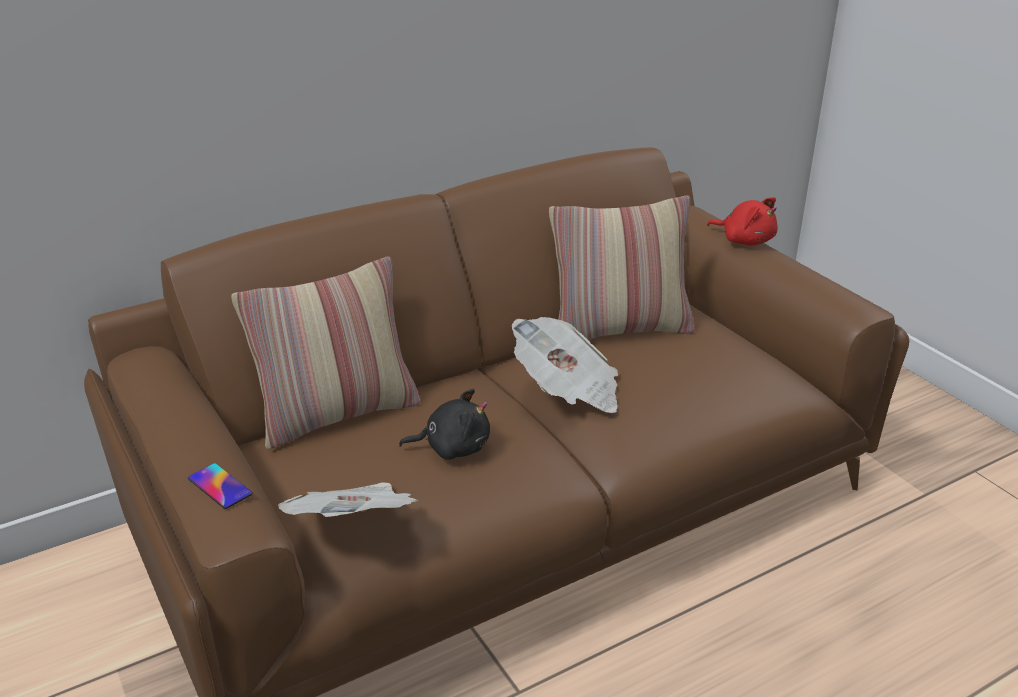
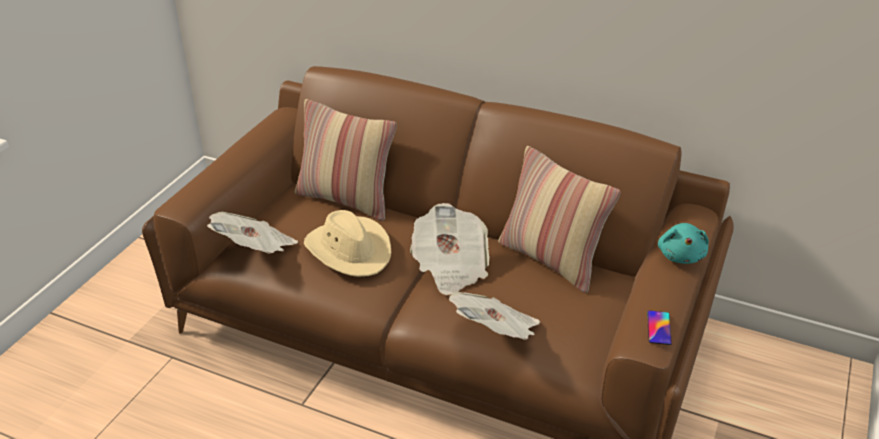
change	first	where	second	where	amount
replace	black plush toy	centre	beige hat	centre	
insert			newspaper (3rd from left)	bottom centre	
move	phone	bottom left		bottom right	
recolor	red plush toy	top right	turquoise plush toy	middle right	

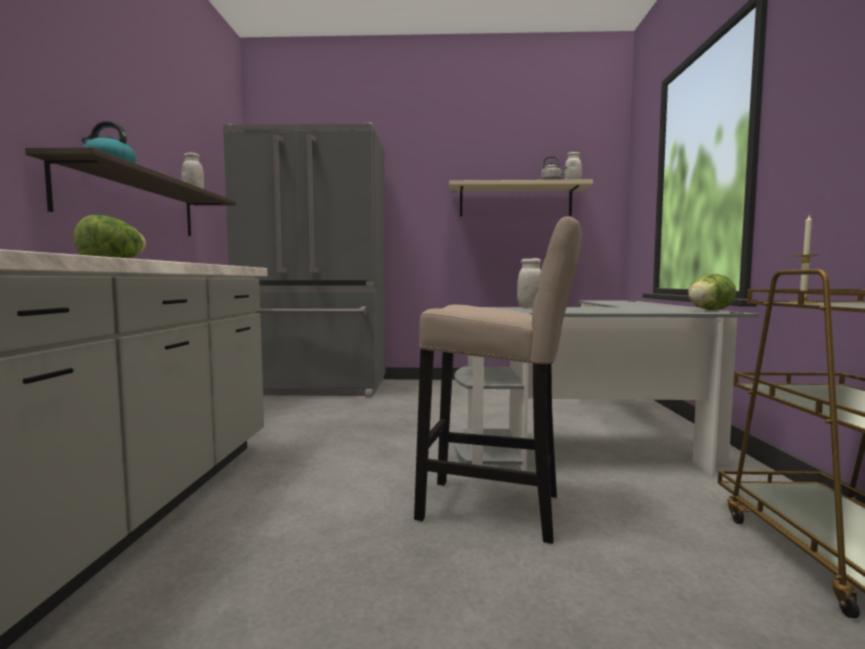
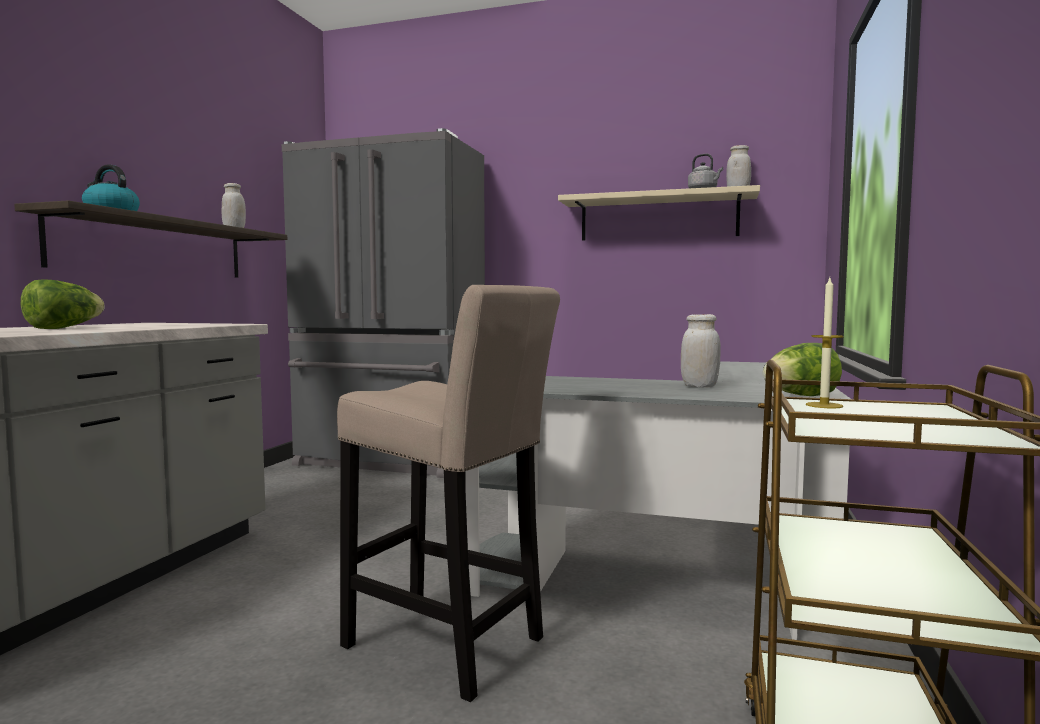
change	first	where	second	where	amount
move	white jar (2nd from left)	centre		middle right	

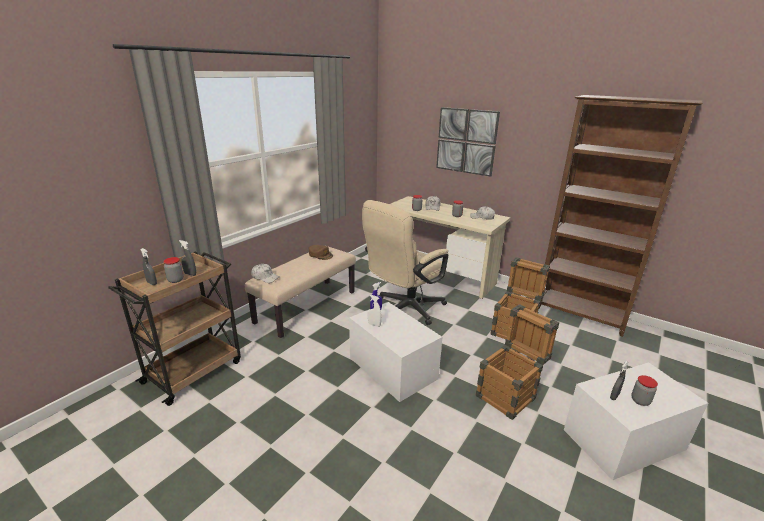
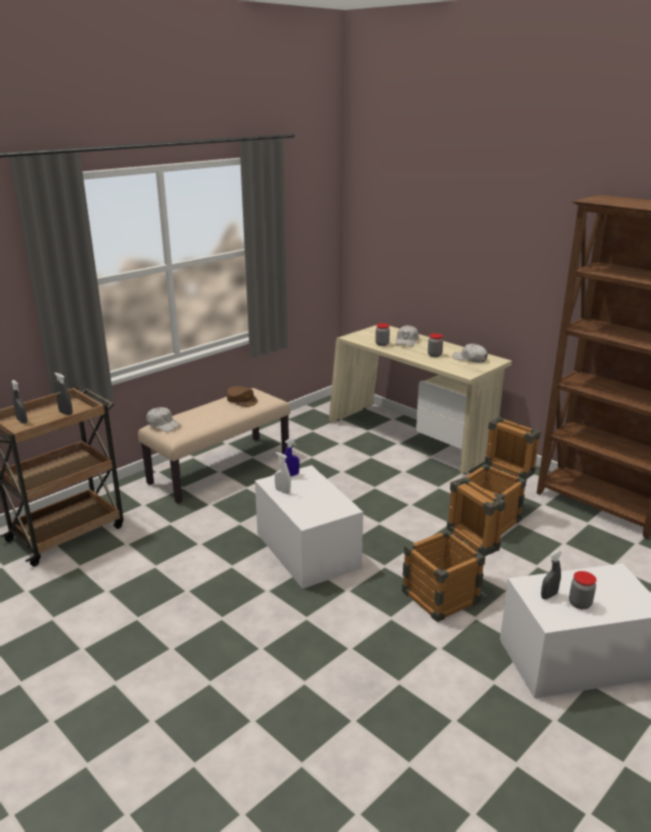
change	first	where	second	where	amount
delete	jar (1st from left)	middle left			
delete	beige office chair	centre			
delete	picture	top centre			

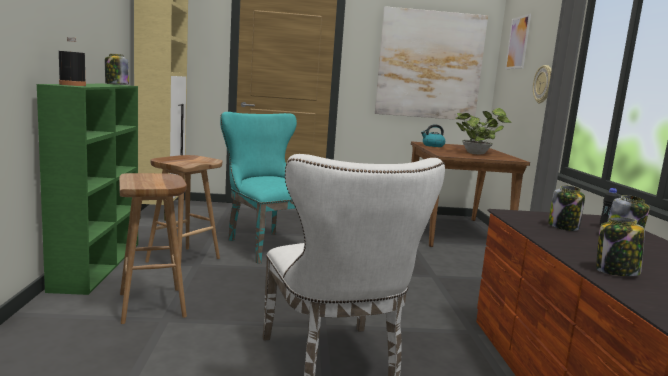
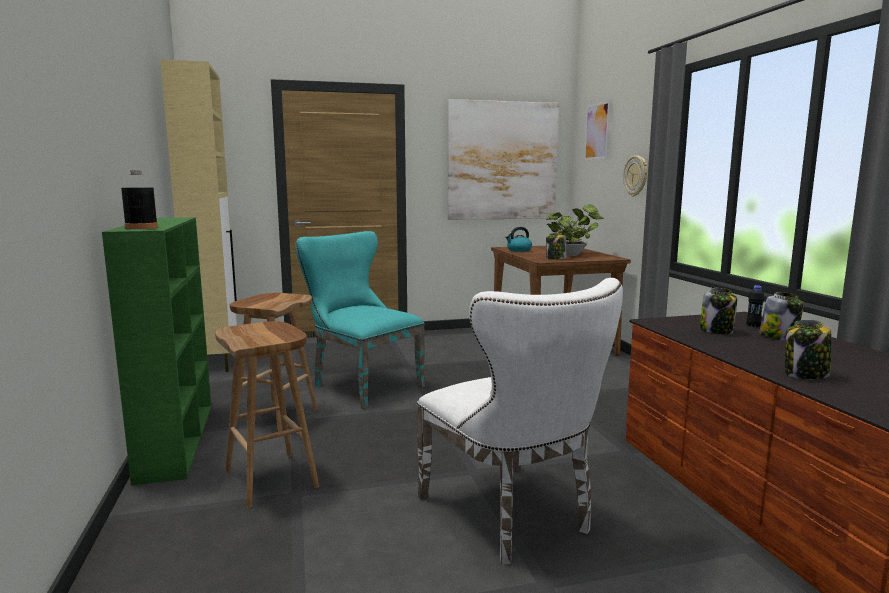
change	first	where	second	where	amount
move	jar (1st from left)	top left		centre	

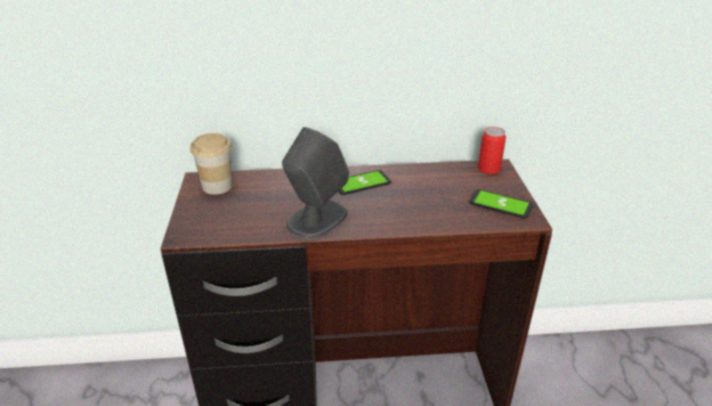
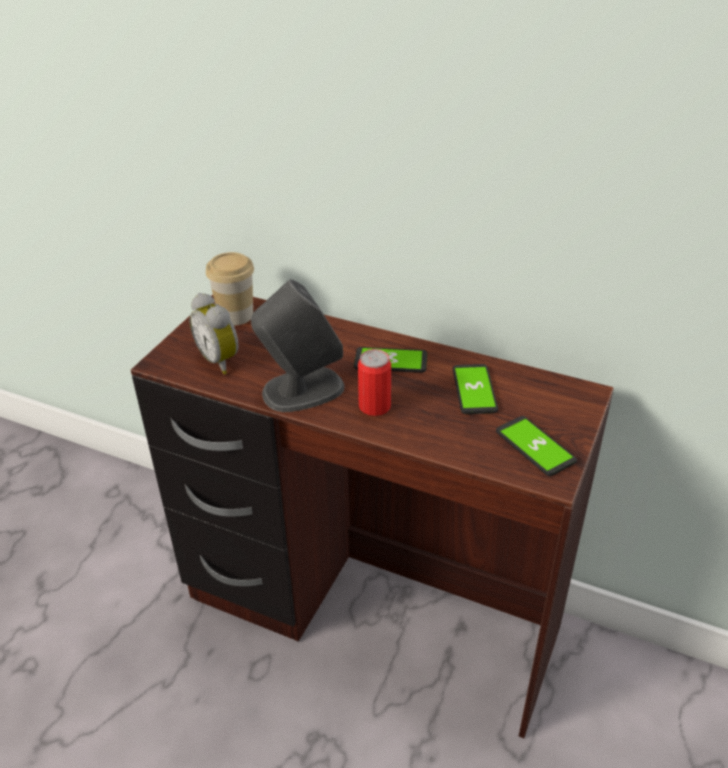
change	first	where	second	where	amount
insert			alarm clock	middle left	
move	can	middle right		centre	
insert			phone (2nd from left)	centre	

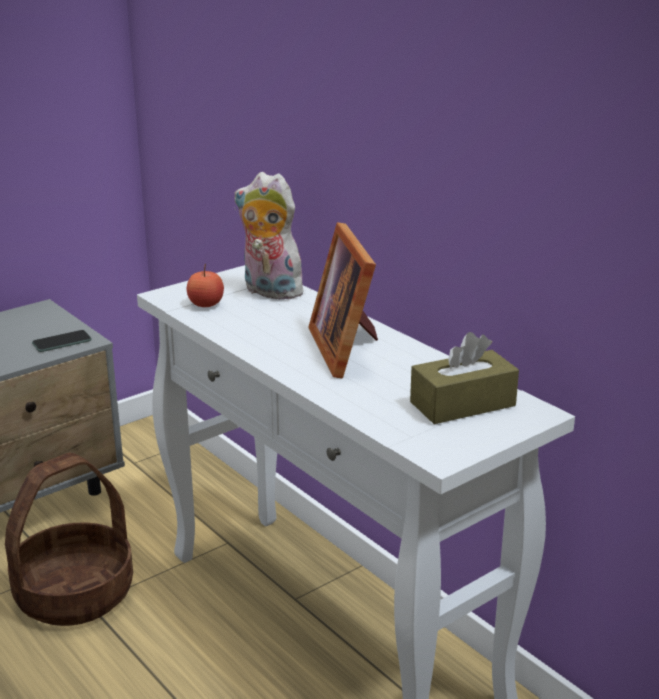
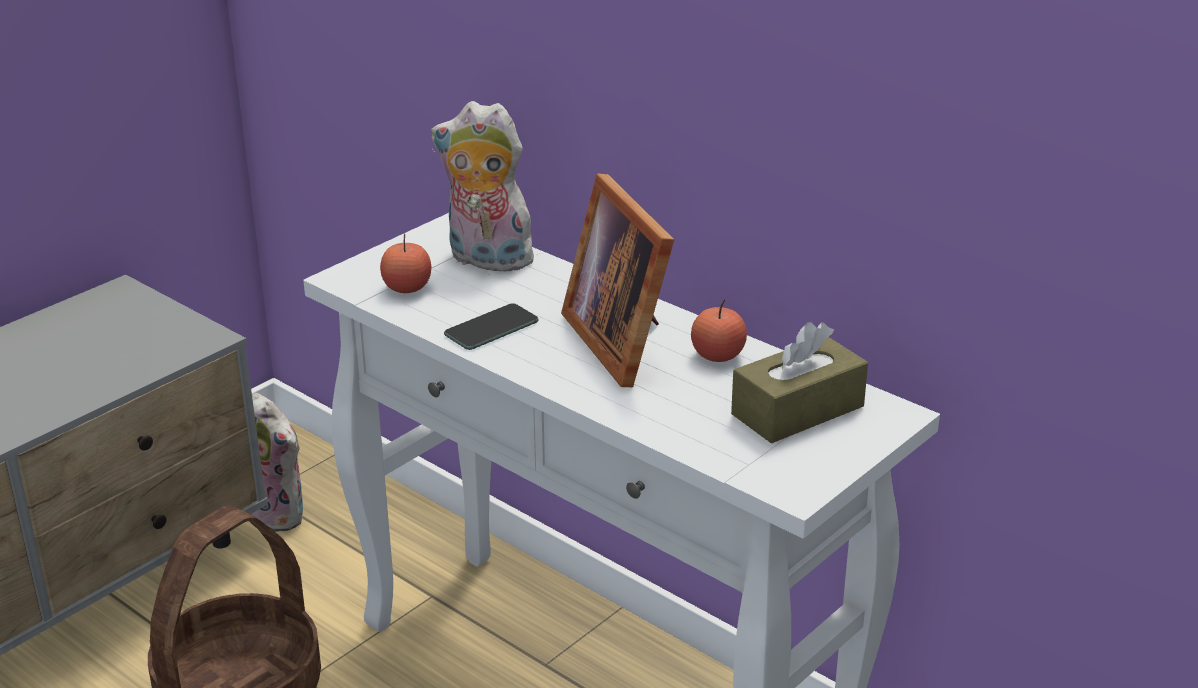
change	first	where	second	where	amount
insert			plush toy (1st from left)	bottom left	
move	phone	middle left		centre	
insert			apple (2nd from left)	centre	

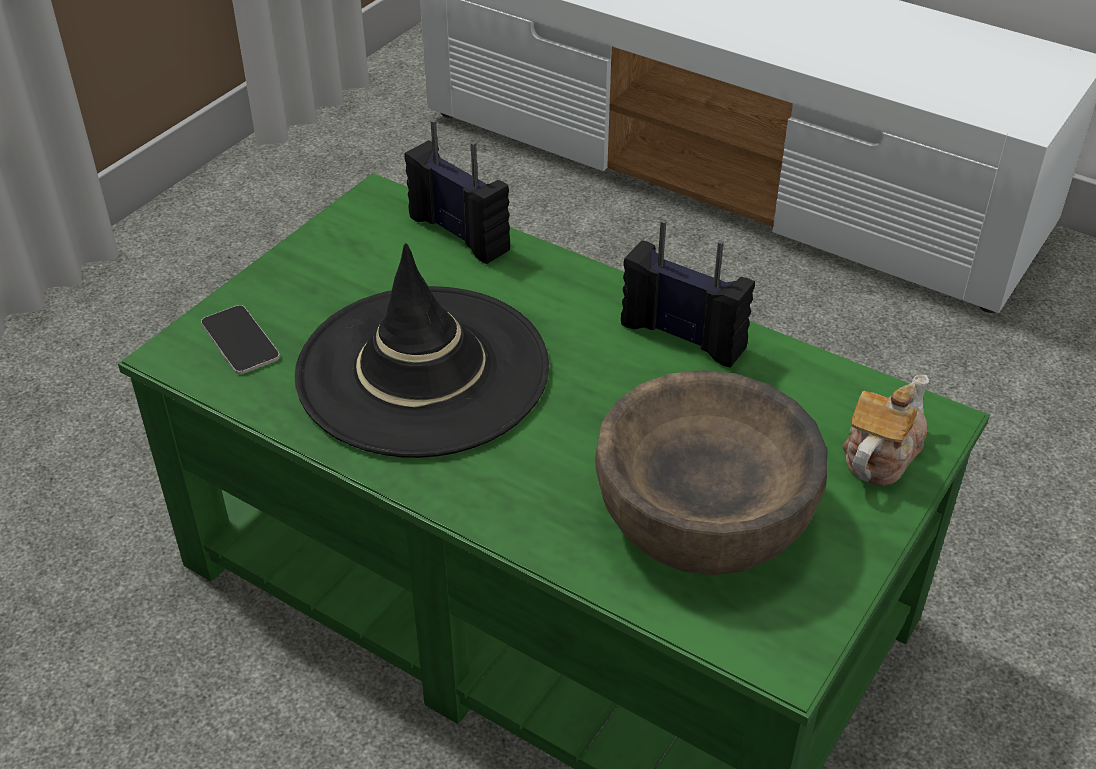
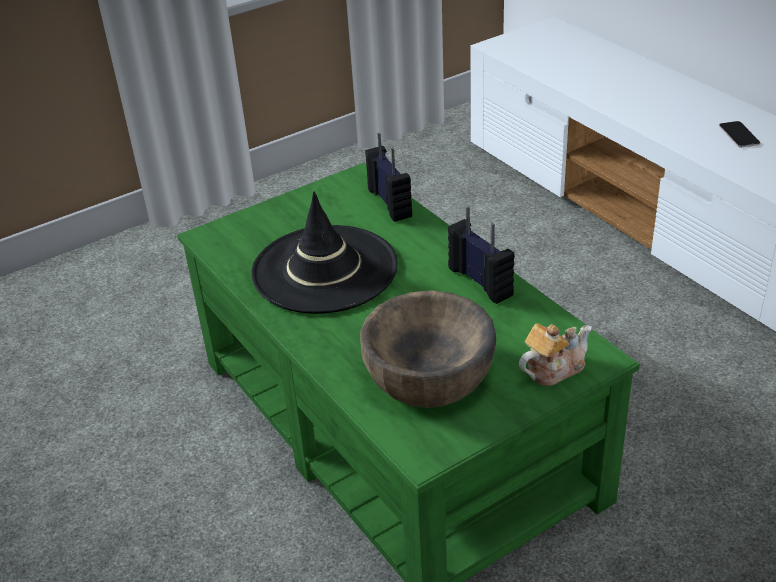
change	first	where	second	where	amount
move	phone	middle left		top right	

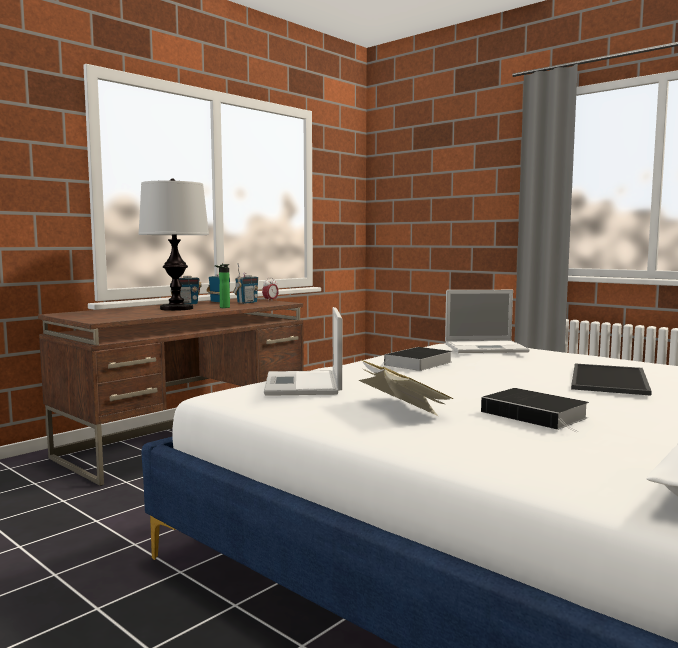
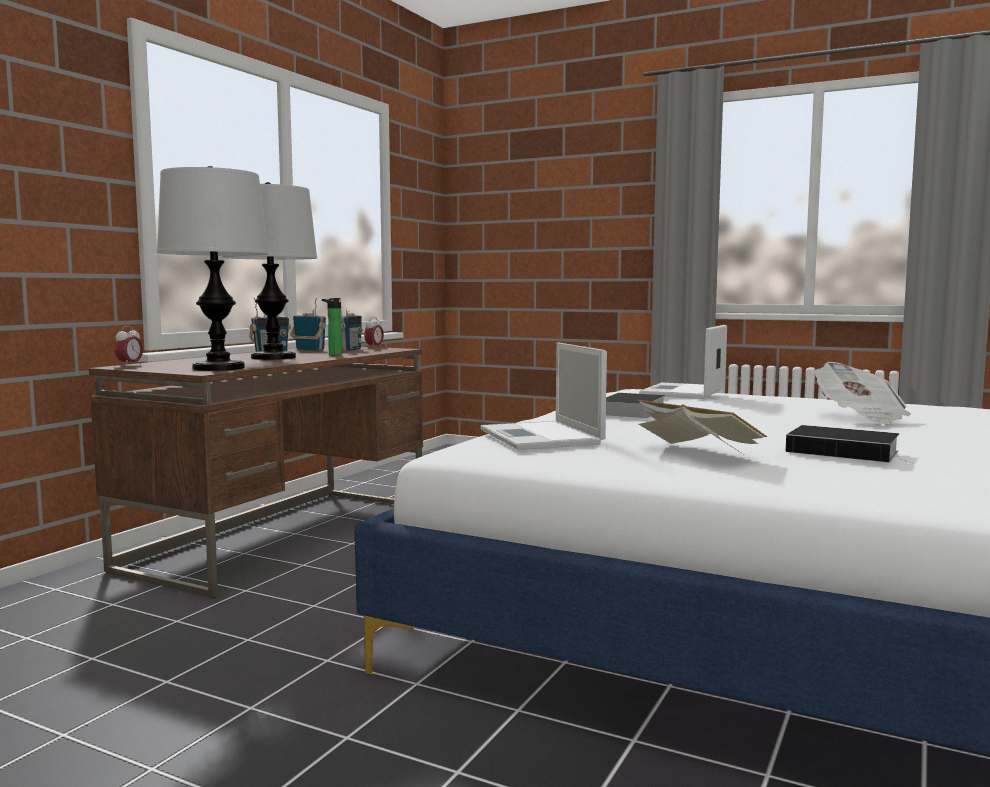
change	first	where	second	where	amount
insert			alarm clock (1st from left)	middle left	
insert			table lamp (1st from left)	middle left	
rotate	laptop (2nd from left)	middle right		middle right	135 degrees clockwise
replace	tray	middle right	newspaper	middle right	

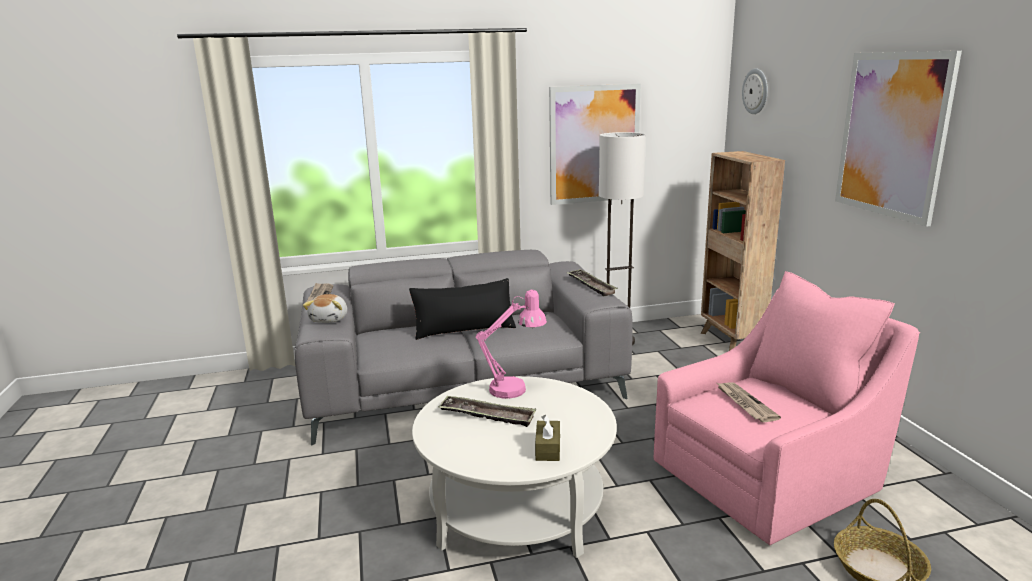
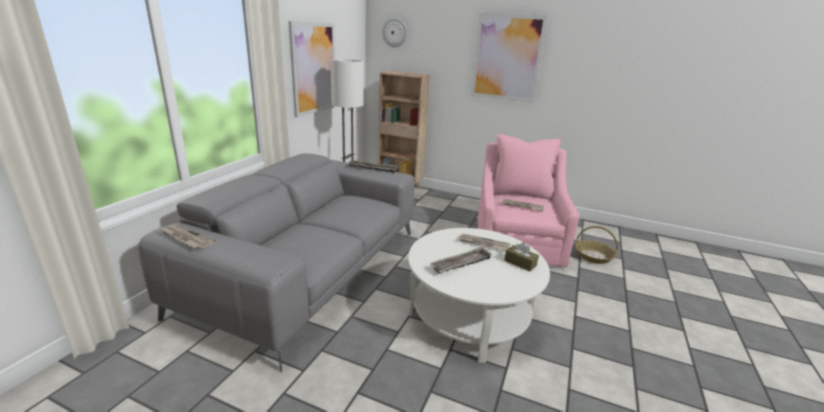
change	first	where	second	where	amount
insert			newspaper (2nd from left)	centre	
delete	plush toy	middle left			
delete	black pillow	centre			
delete	pink table lamp	centre			

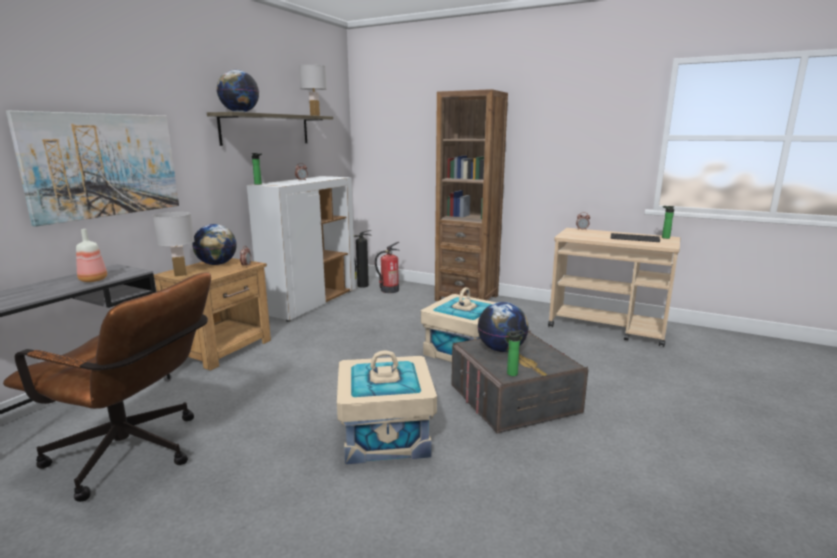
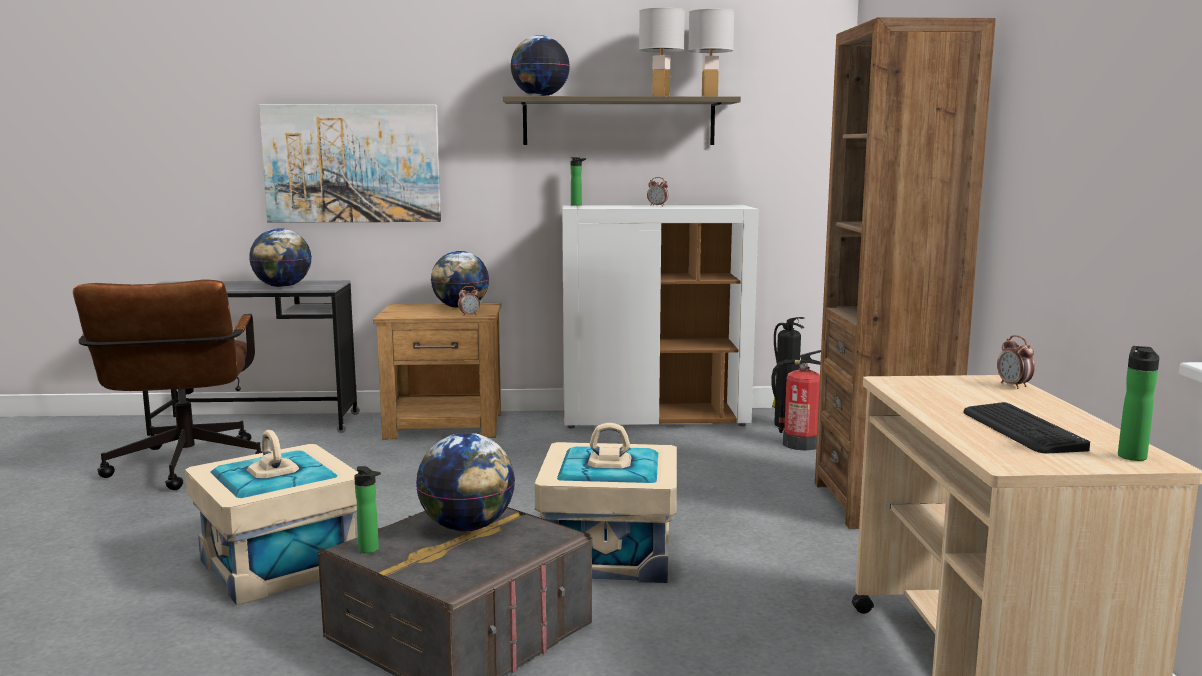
change	first	where	second	where	amount
replace	bottle (1st from left)	middle left	globe (1st from left)	middle left	
move	white table lamp (1st from left)	middle left		top centre	

